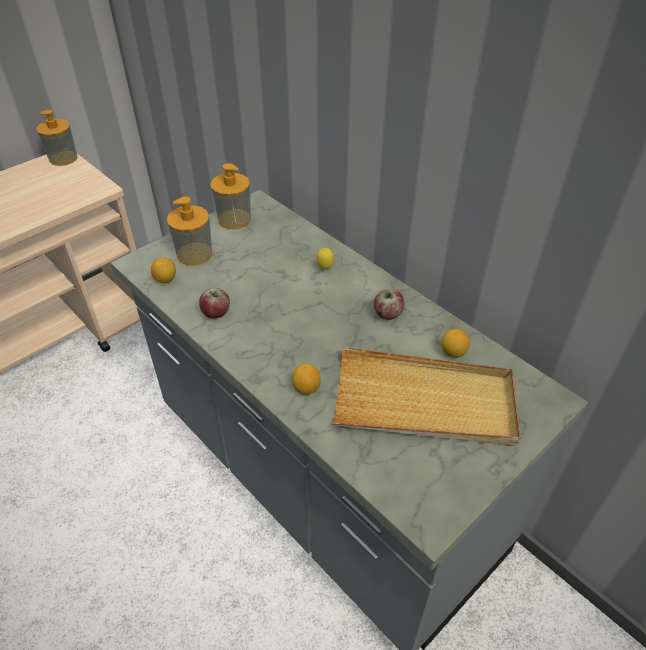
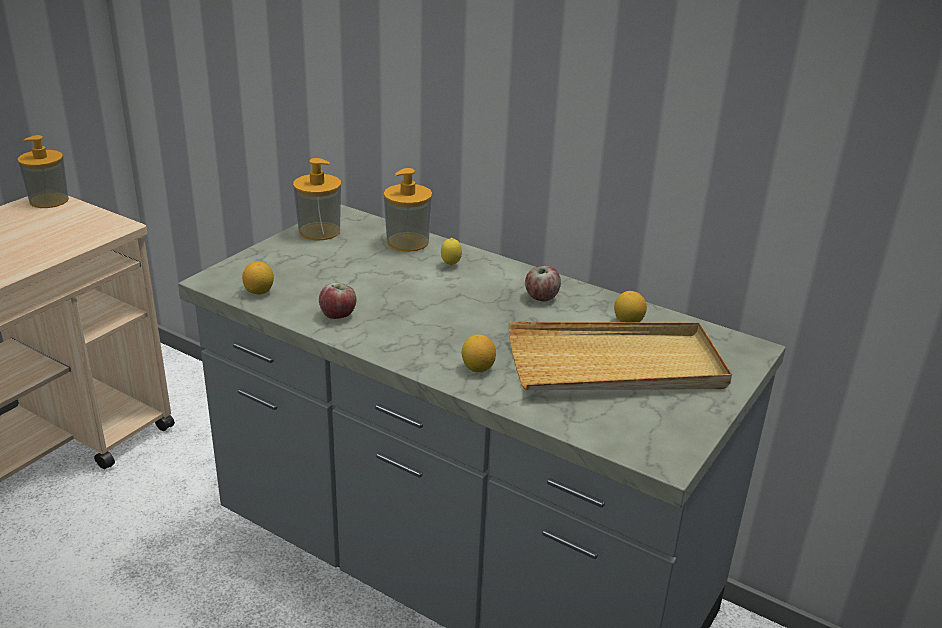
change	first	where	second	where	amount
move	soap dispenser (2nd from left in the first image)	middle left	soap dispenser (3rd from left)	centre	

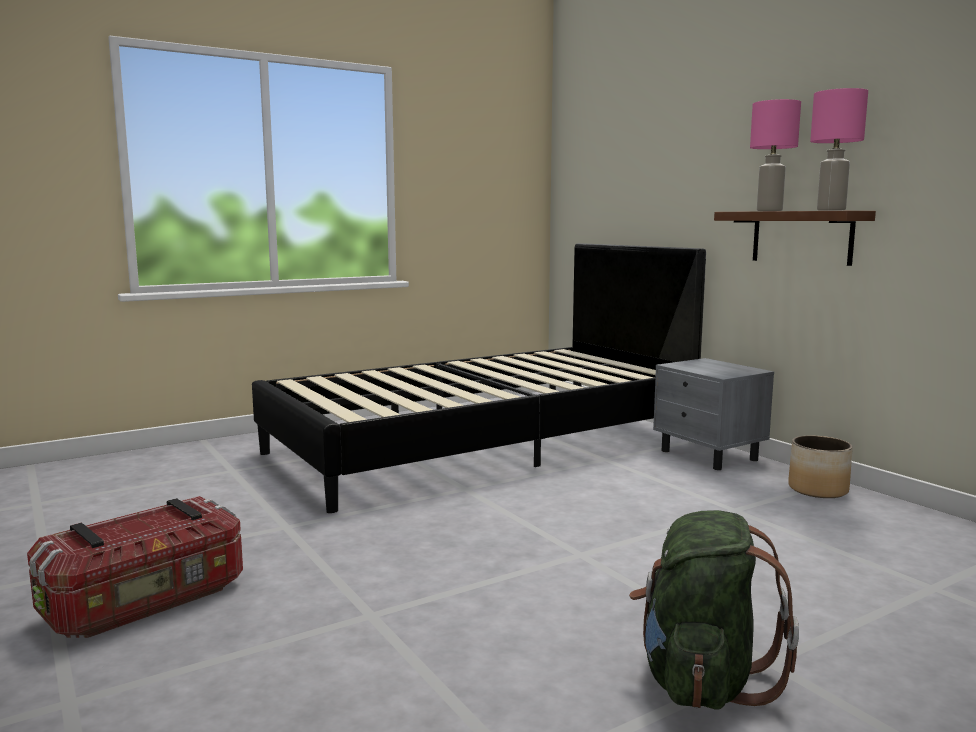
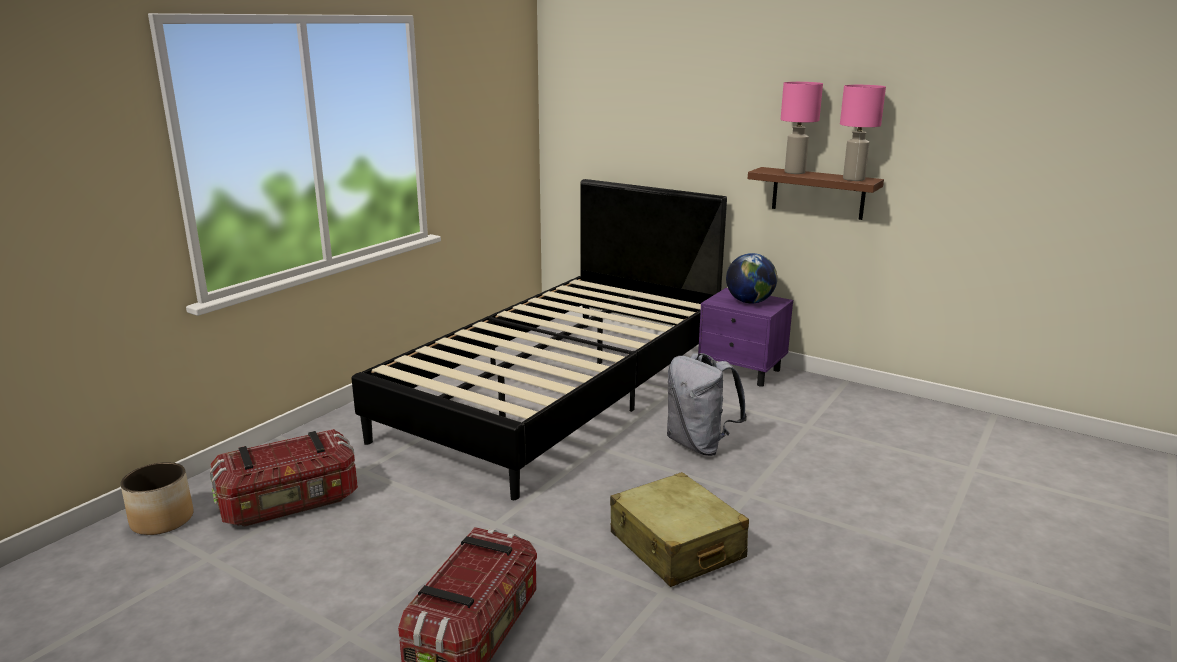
change	first	where	second	where	amount
move	planter	middle right		bottom left	
insert			storage box (1st from left)	bottom left	
insert			beige suitcase	bottom centre	
insert			grey backpack	centre	
recolor	grey nightstand	middle right	purple nightstand	centre	
insert			globe	centre	
delete	green backpack	bottom right			

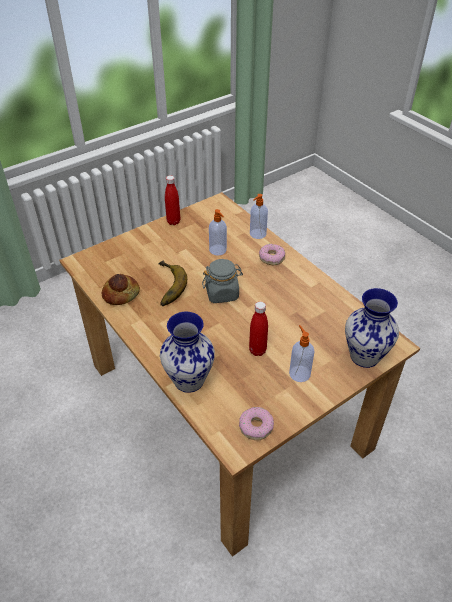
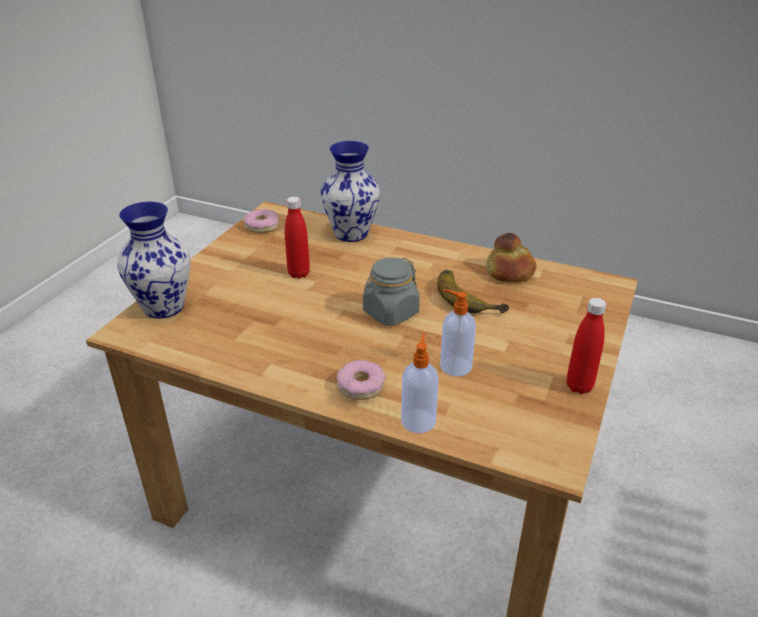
change	first	where	second	where	amount
delete	soap dispenser (3rd from left)	middle right			

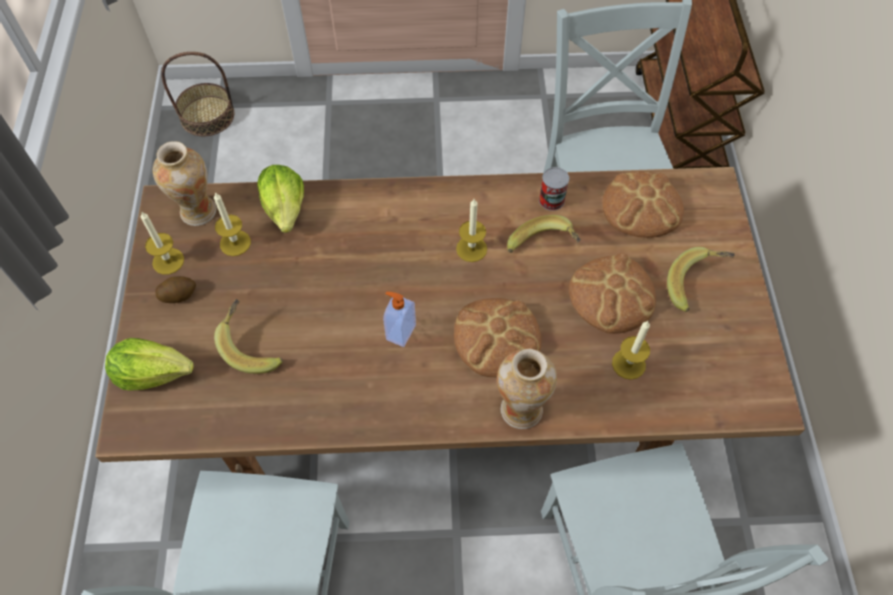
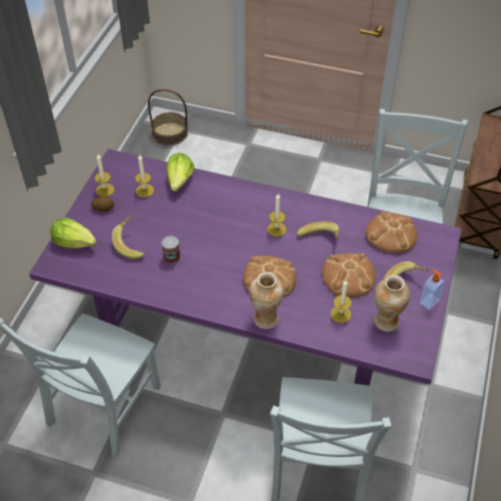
change	first	where	second	where	amount
recolor	brown dining table	centre	purple dining table	centre	
move	can	top centre		centre	
move	vase (1st from left in the first image)	top left	vase (2nd from left)	middle right	
move	soap dispenser	centre		middle right	

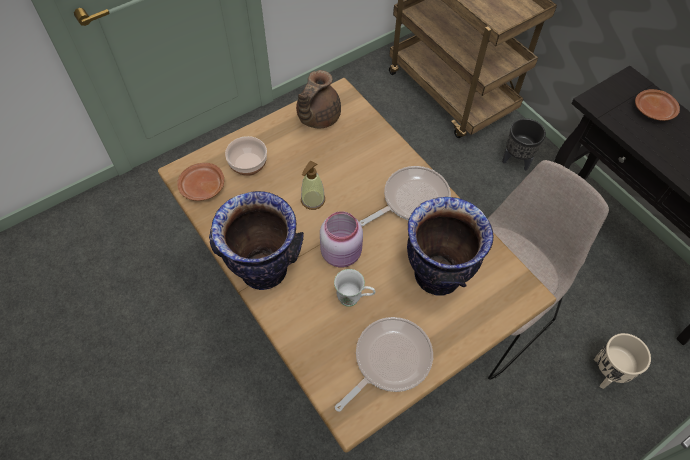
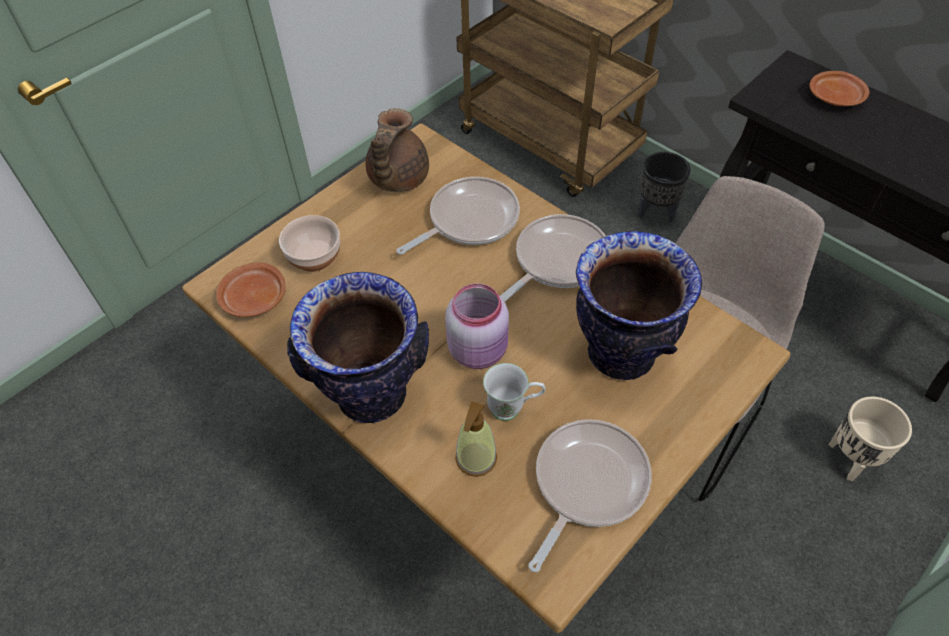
change	first	where	second	where	amount
insert			frying pan (1st from left)	centre	
move	soap dispenser	centre		bottom centre	

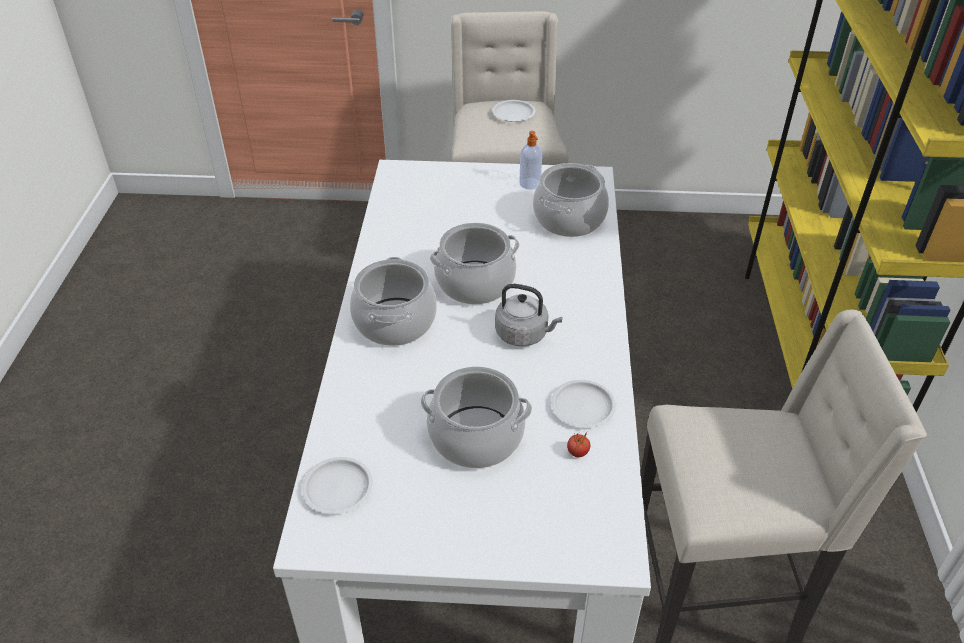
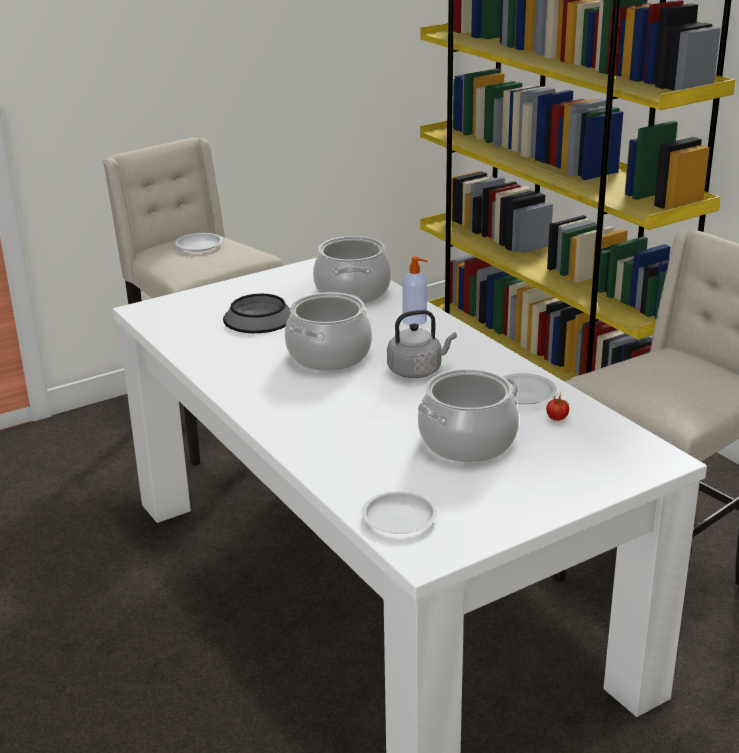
change	first	where	second	where	amount
insert			bowl	centre	
move	soap dispenser	top centre		centre	
delete	cooking pot (1st from left)	centre			

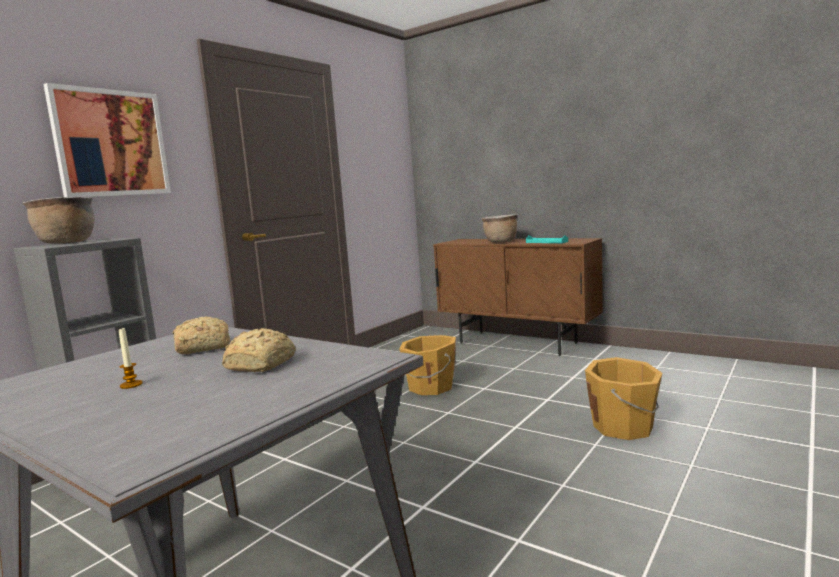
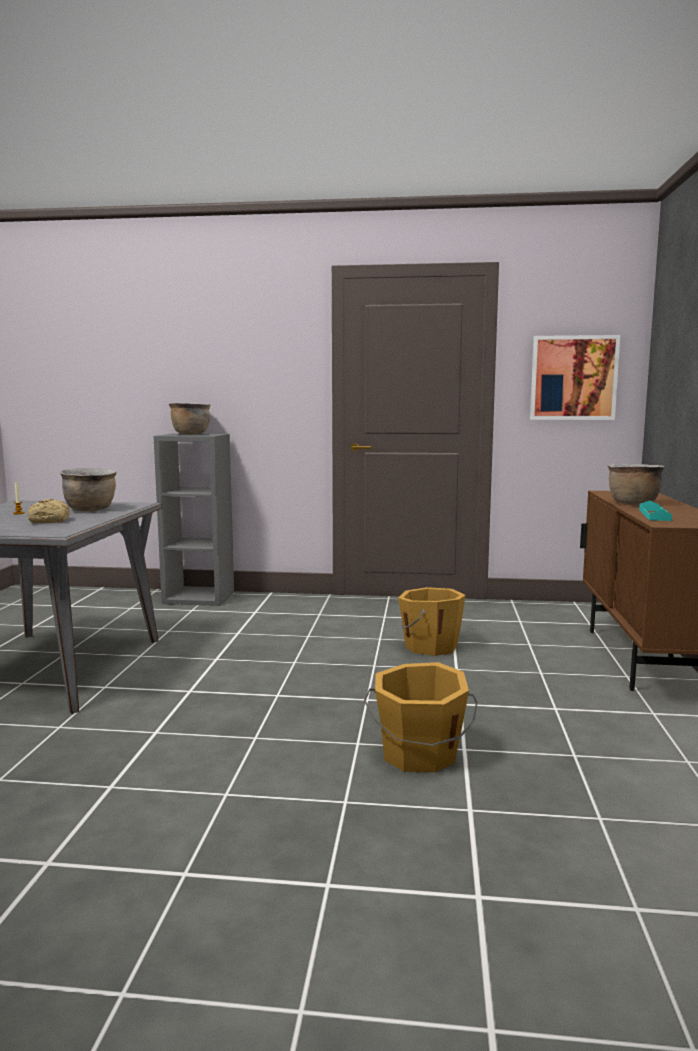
change	first	where	second	where	amount
replace	bread (1st from left)	middle left	brown cooking pot (1st from left)	middle left	
move	picture	top left		middle right	

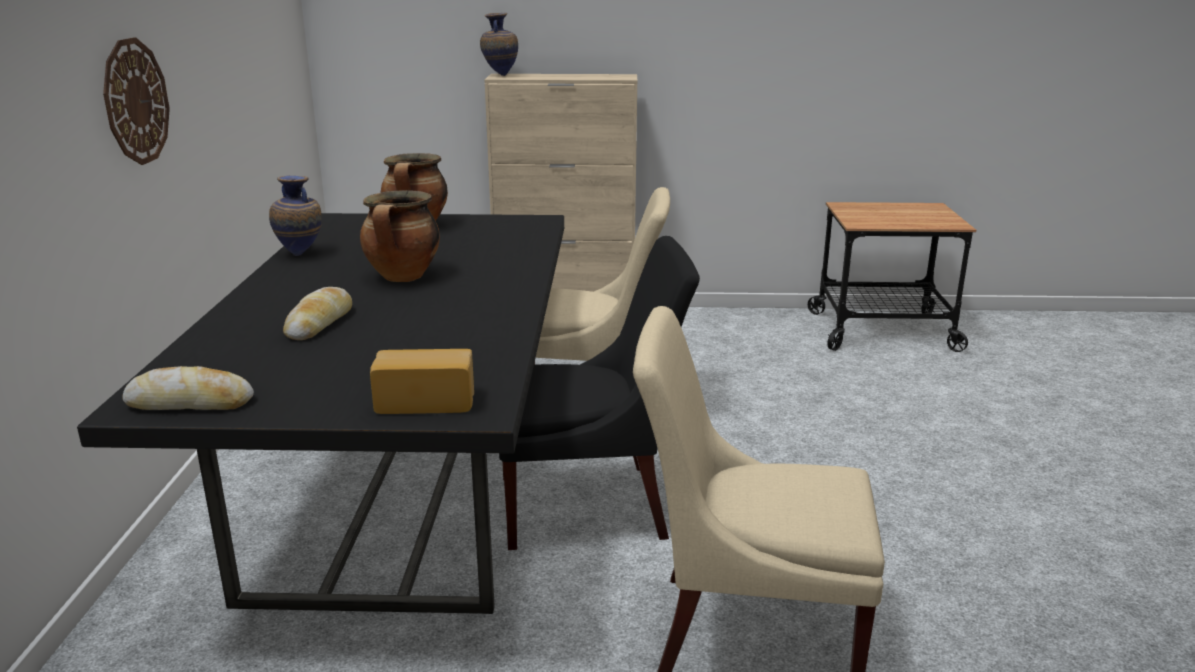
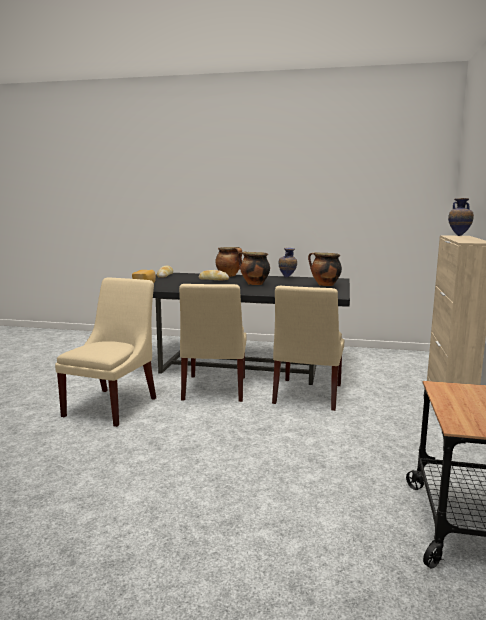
change	first	where	second	where	amount
recolor	black chair	centre	beige chair (2nd from left)	centre	
insert			cooking pot (1st from left)	centre	
delete	wall clock	top left			

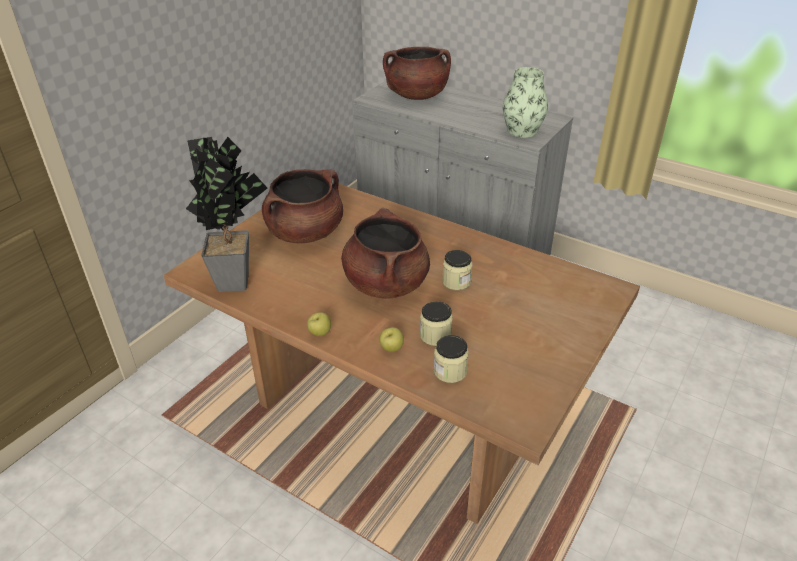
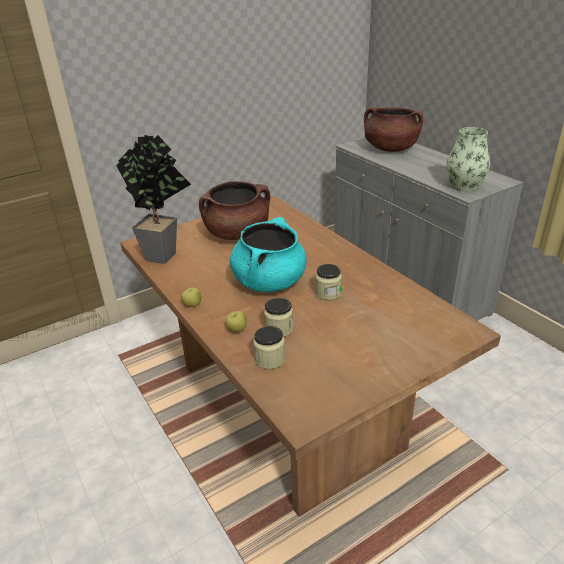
change	first	where	second	where	amount
recolor	brown cooking pot (2nd from left)	centre	turquoise cooking pot	centre	

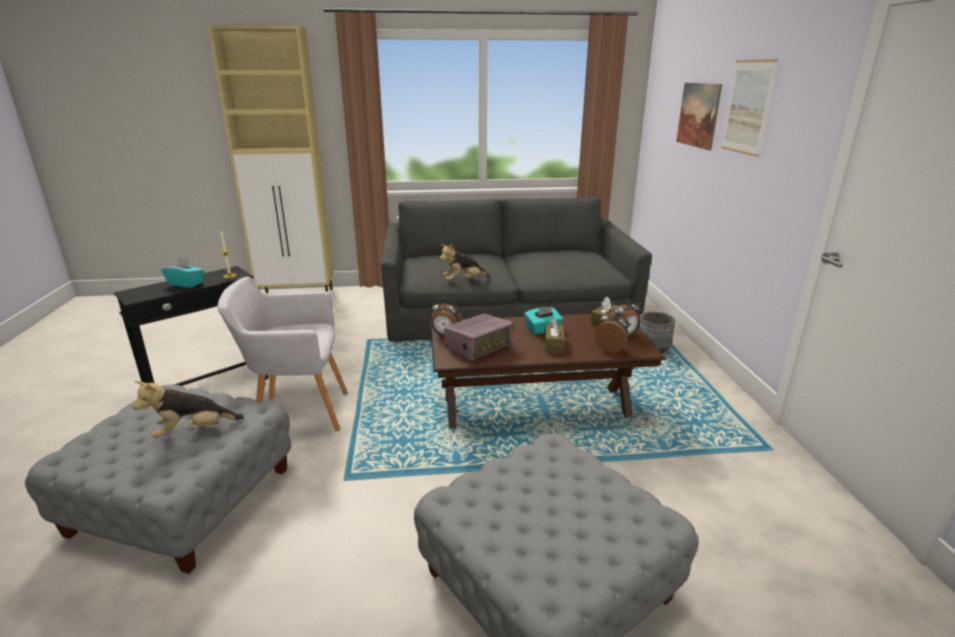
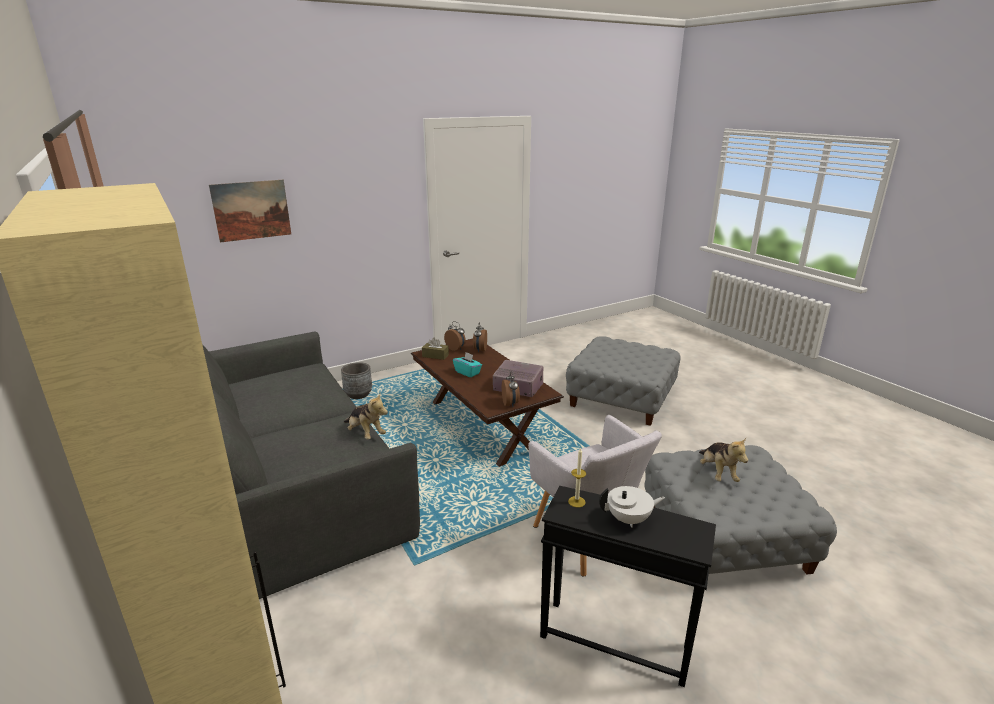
change	first	where	second	where	amount
replace	turquoise tissue box (1st from left)	middle left	white teapot	bottom centre	
rotate	plush toy (1st from left in the first image)	middle left	plush toy (2nd from left)	middle right	45 degrees clockwise
delete	brown tissue box (1st from left)	centre			
delete	picture (2nd from left)	top right			

